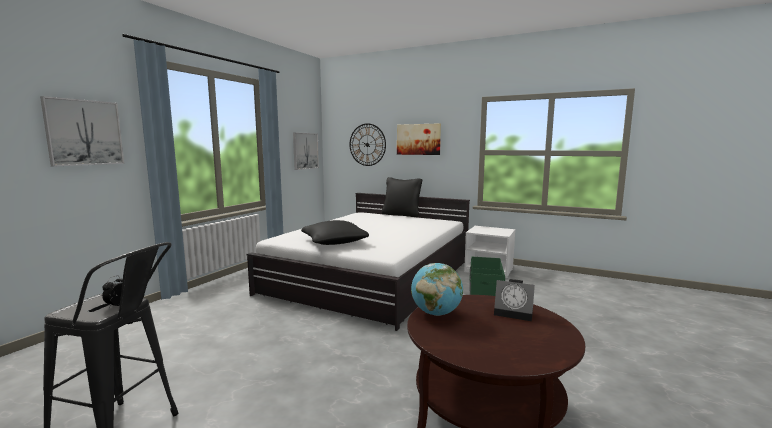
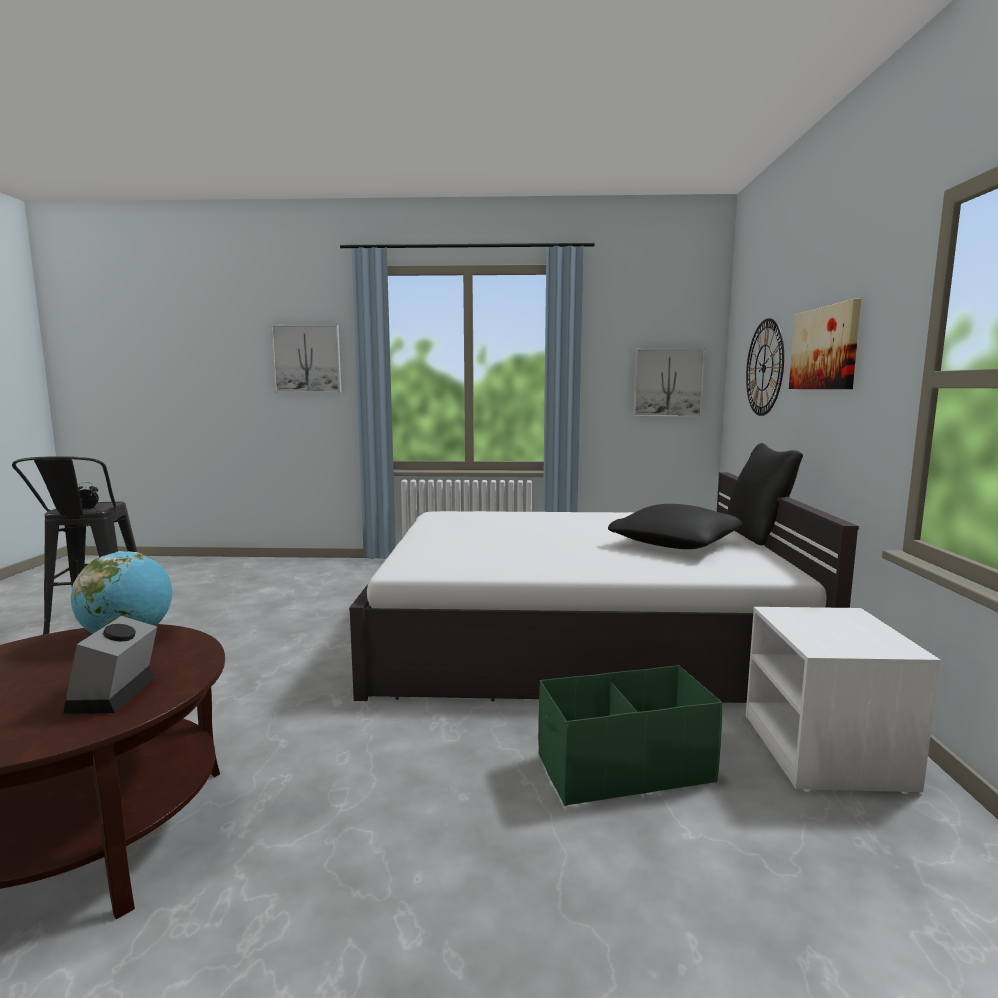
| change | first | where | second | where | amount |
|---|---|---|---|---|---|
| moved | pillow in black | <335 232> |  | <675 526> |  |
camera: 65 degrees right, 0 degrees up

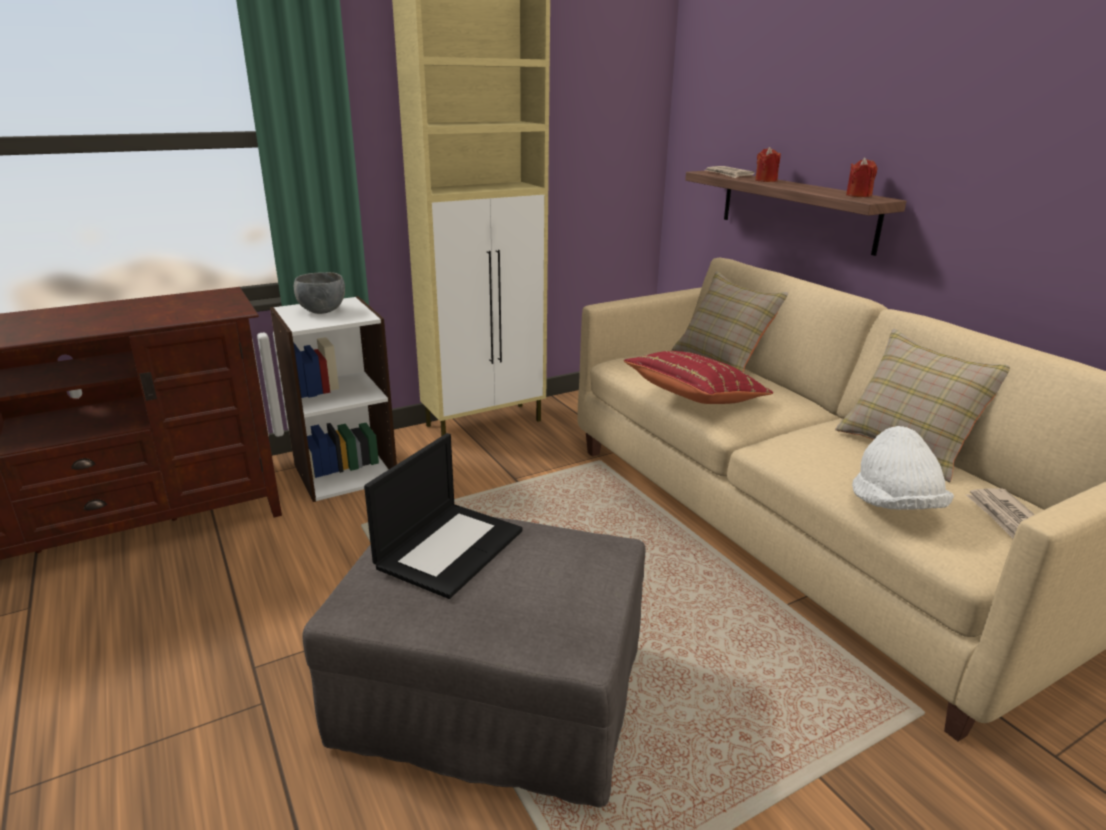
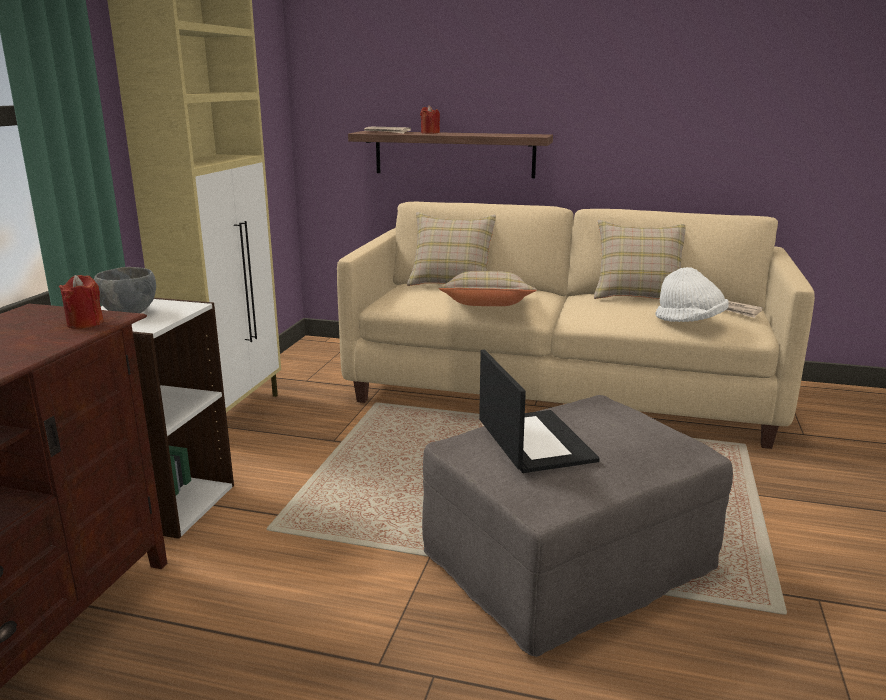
| change | first | where | second | where | amount |
|---|---|---|---|---|---|
| moved | candle in red | <861 177> |  | <81 302> |  |
| recoloured | pillow in red | <698 377> | pillow in beige | <488 288> |  |
camera: 45 degrees left, 5 degrees down

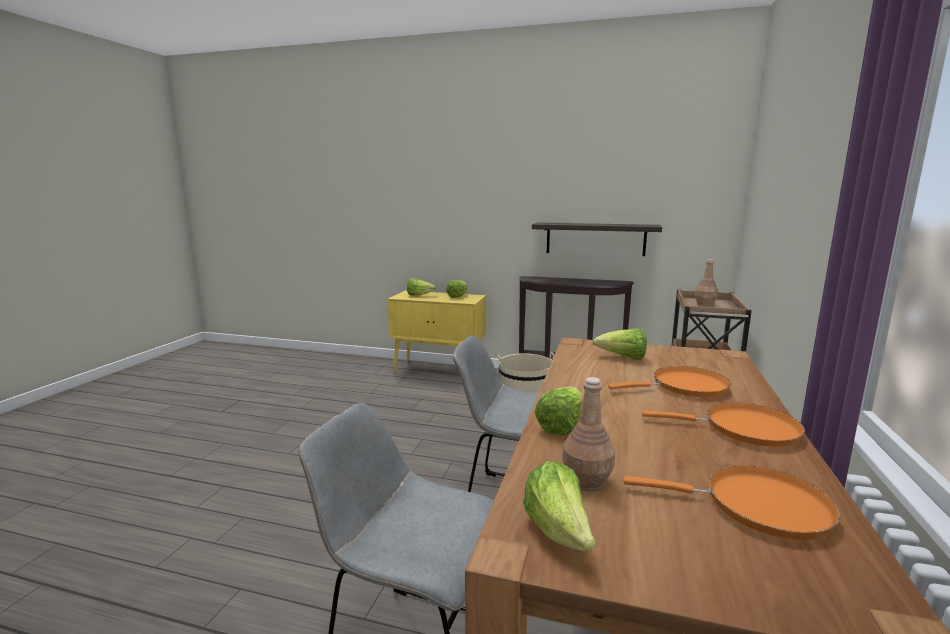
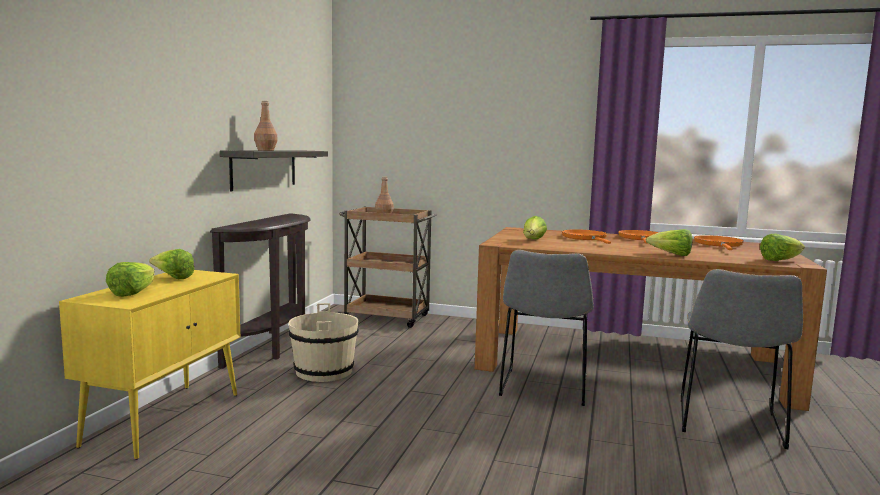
| change | first | where | second | where | amount |
|---|---|---|---|---|---|
| moved | bottle in brown | <588 434> |  | <266 125> |  |
camera: 90 degrees left, 5 degrees down

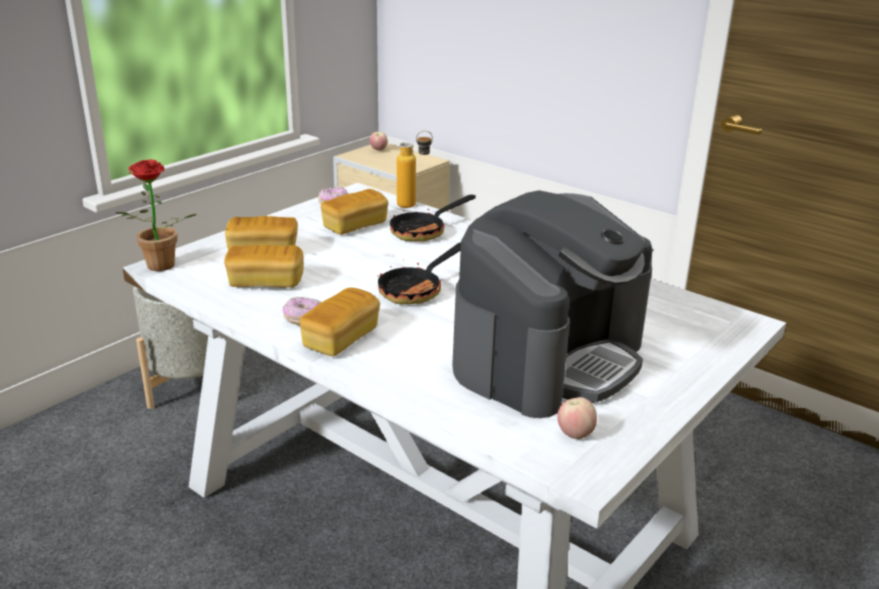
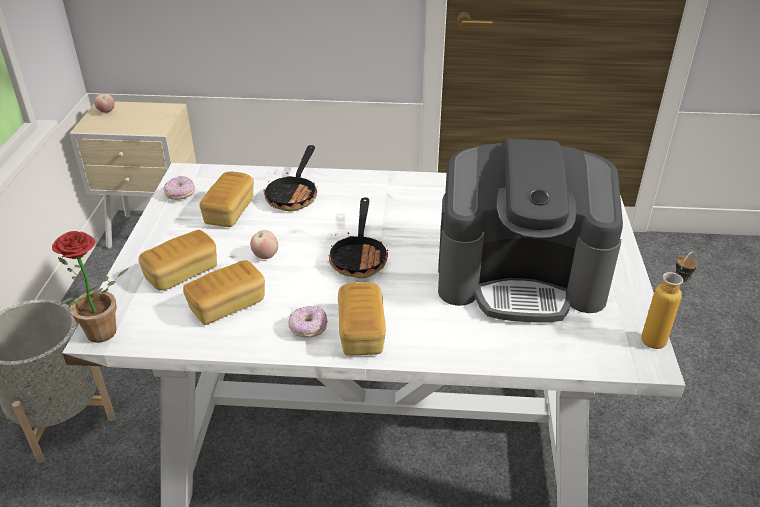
| change | first | where | second | where | amount |
|---|---|---|---|---|---|
| moved | apple | <577 418> |  | <264 244> |  |
| turned | coffee machine | <552 304> |  | <530 231> | 90 degrees clockwise |
| moved | bottle | <415 169> |  | <669 300> |  |
camera: 35 degrees left, 10 degrees up

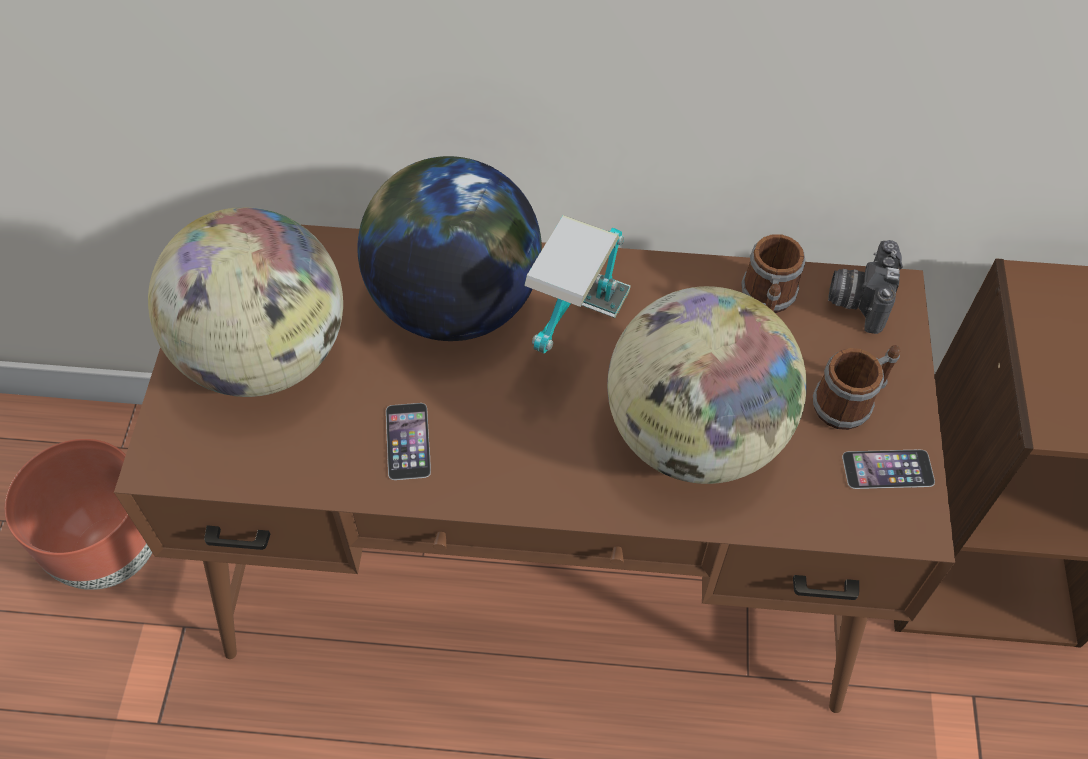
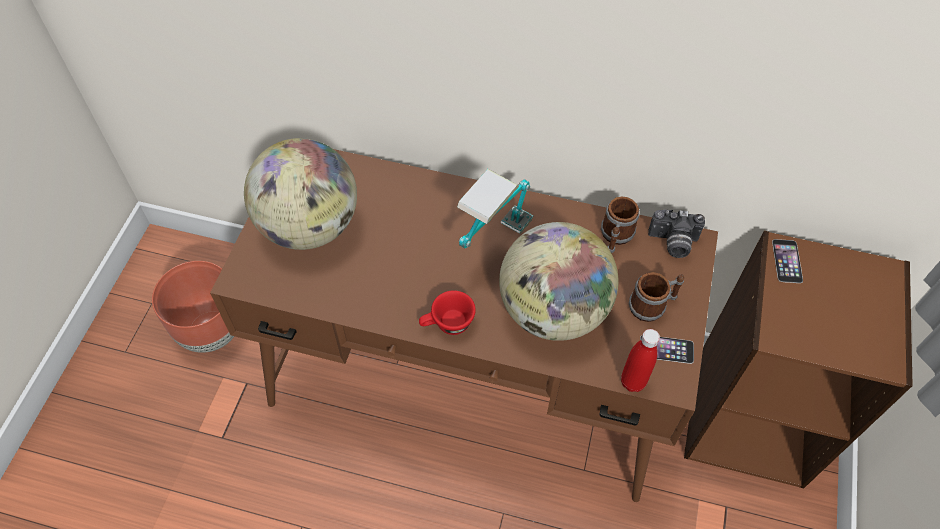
| change | first | where | second | where | amount |
|---|---|---|---|---|---|
| added |  |  | cup in red | <447 312> |  |
| added |  |  | bottle in red | <640 360> |  |
| turned | photo camera | <865 287> |  | <676 234> | 105 degrees counterclockwise |
| moved | phone | <408 441> |  | <787 261> |  |
| removed | globe | <449 248> |  |  |  |
camera: 10 degrees right, 0 degrees up

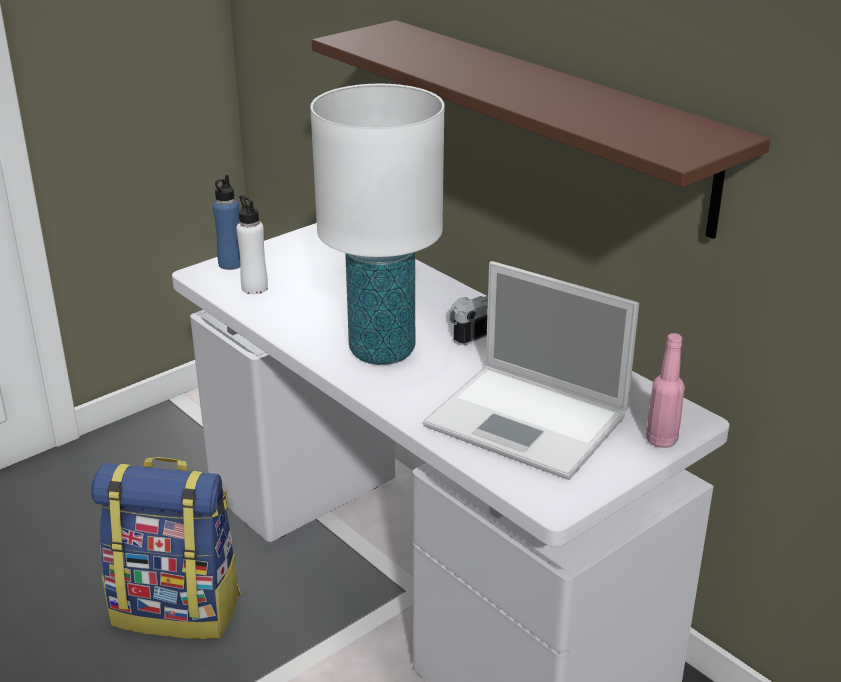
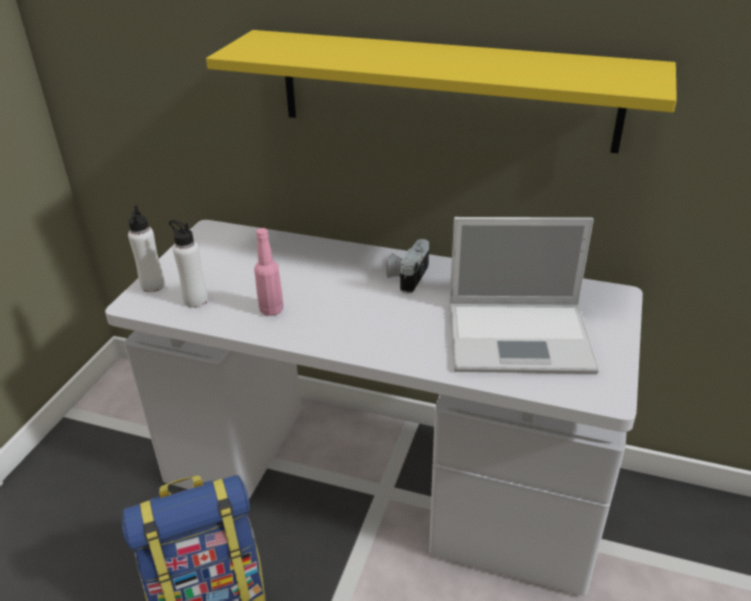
| change | first | where | second | where | amount |
|---|---|---|---|---|---|
| recoloured | bottle in blue | <226 222> | bottle in white | <146 248> |  |
| recoloured | shelf in brown | <541 129> | shelf in yellow | <441 91> |  |
| moved | bottle in pink | <665 390> |  | <268 272> |  |
| removed | table lamp in white | <377 224> |  |  |  |
camera: 30 degrees left, 5 degrees up

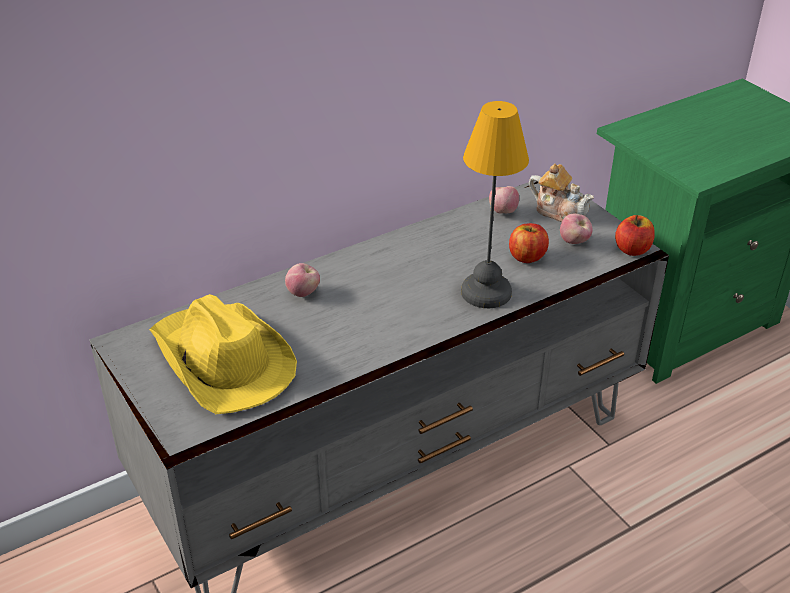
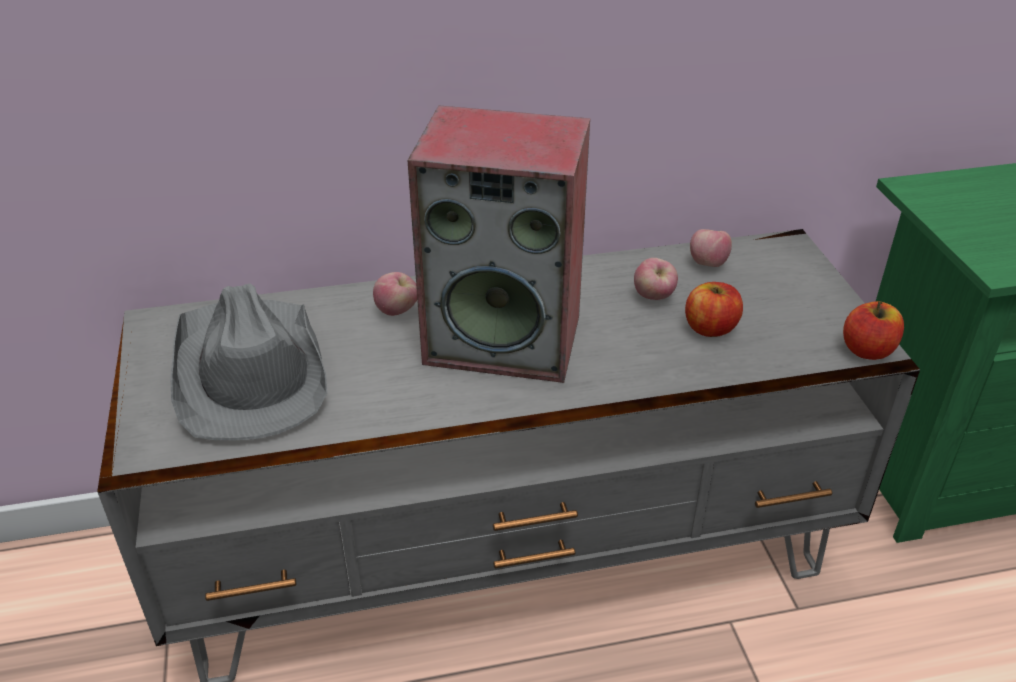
| change | first | where | second | where | amount |
|---|---|---|---|---|---|
| recoloured | hat in yellow | <223 354> | hat in grey | <248 361> |  |
| added |  |  | speaker | <498 244> |  |
| moved | apple | <576 229> |  | <656 279> |  |
| removed | table lamp | <495 204> |  |  |  |
| removed | teapot | <561 193> |  |  |  |
camera: 20 degrees right, 0 degrees up

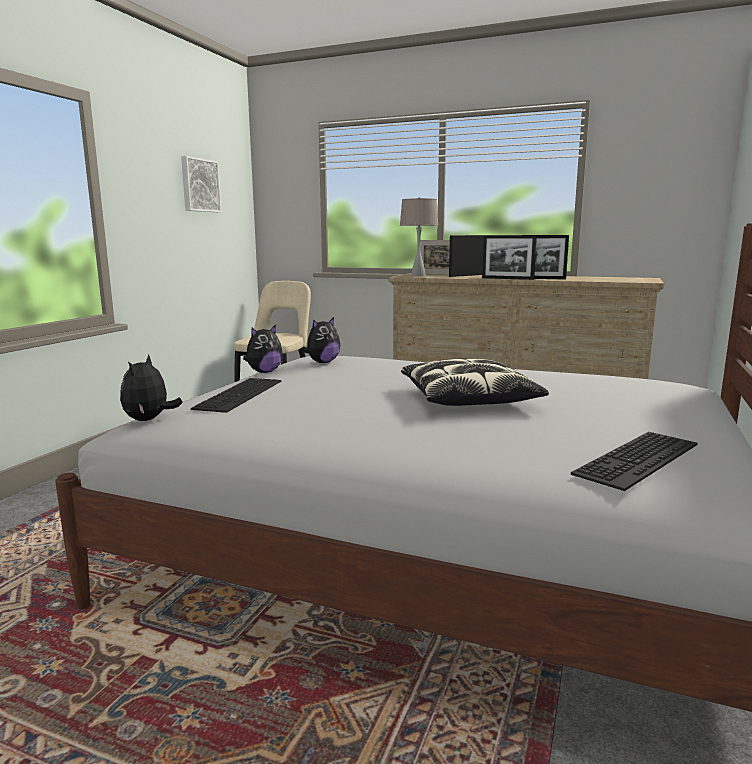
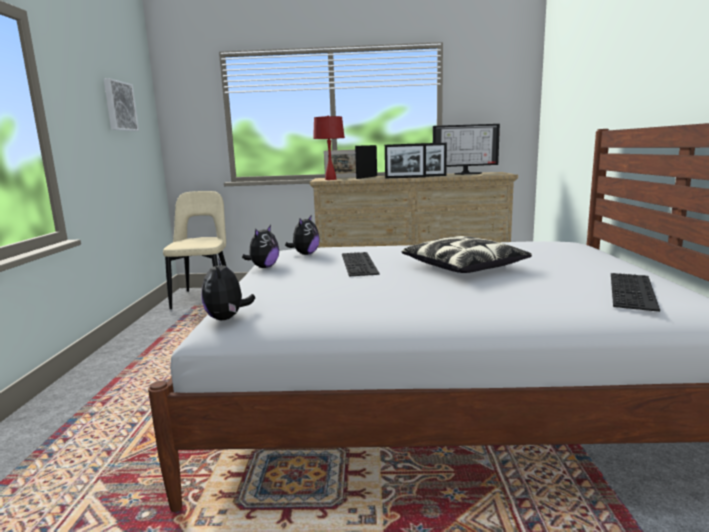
| change | first | where | second | where | amount |
|---|---|---|---|---|---|
| recoloured | table lamp in beige | <419 237> | table lamp in red | <329 148> |  |
| moved | keyboard | <236 395> |  | <361 264> |  |
| added |  |  | monitor | <466 149> |  |
camera: 20 degrees left, 0 degrees up

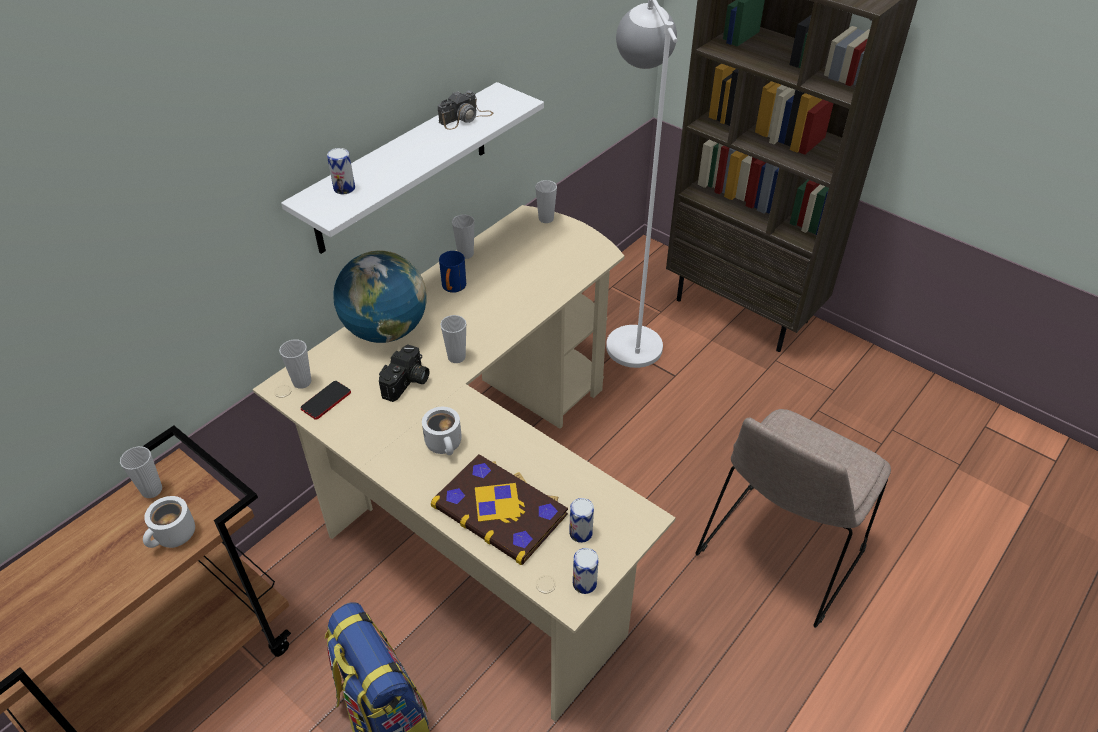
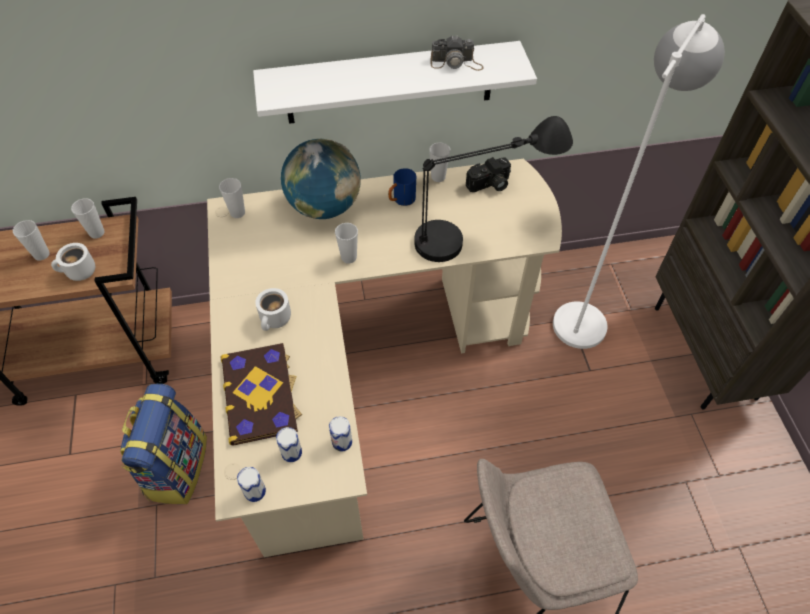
| change | first | where | second | where | amount |
|---|---|---|---|---|---|
| moved | cup | <546 201> |  | <31 240> |  |
| moved | can | <341 171> |  | <340 434> |  |
| added |  |  | table lamp in black | <493 189> |  |
| moved | photo camera | <404 373> |  | <488 174> |  |
| removed | phone | <326 400> |  |  |  |
camera: 40 degrees right, 10 degrees up

